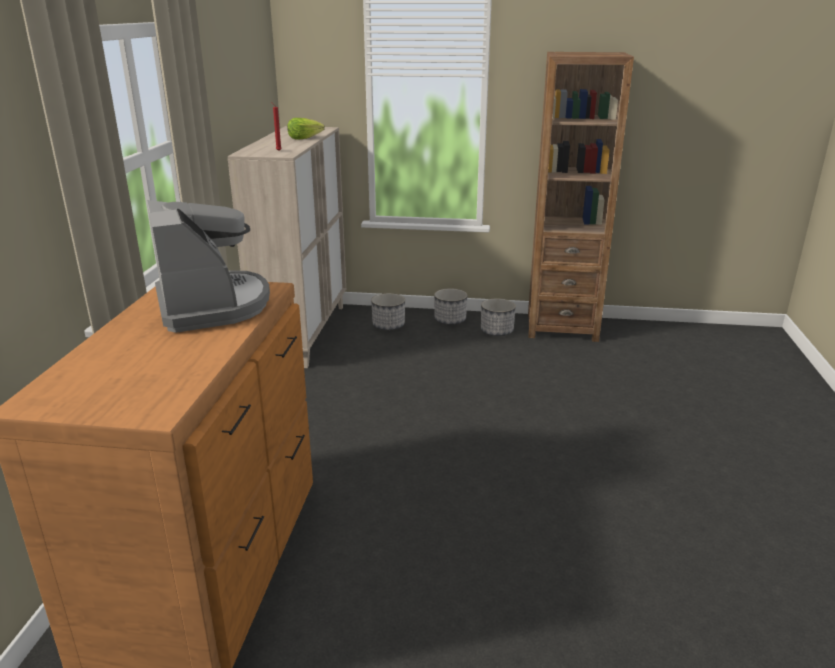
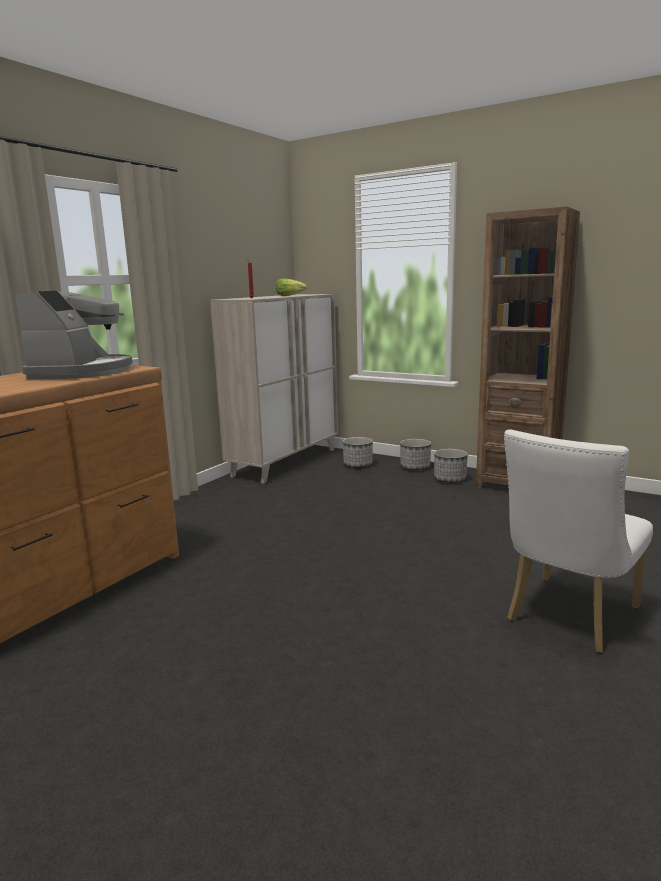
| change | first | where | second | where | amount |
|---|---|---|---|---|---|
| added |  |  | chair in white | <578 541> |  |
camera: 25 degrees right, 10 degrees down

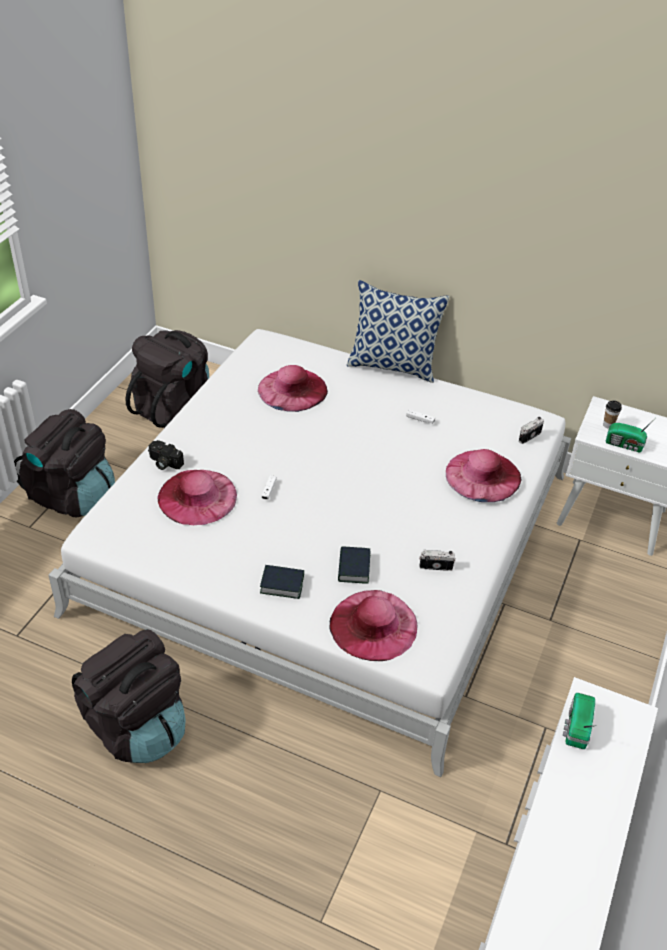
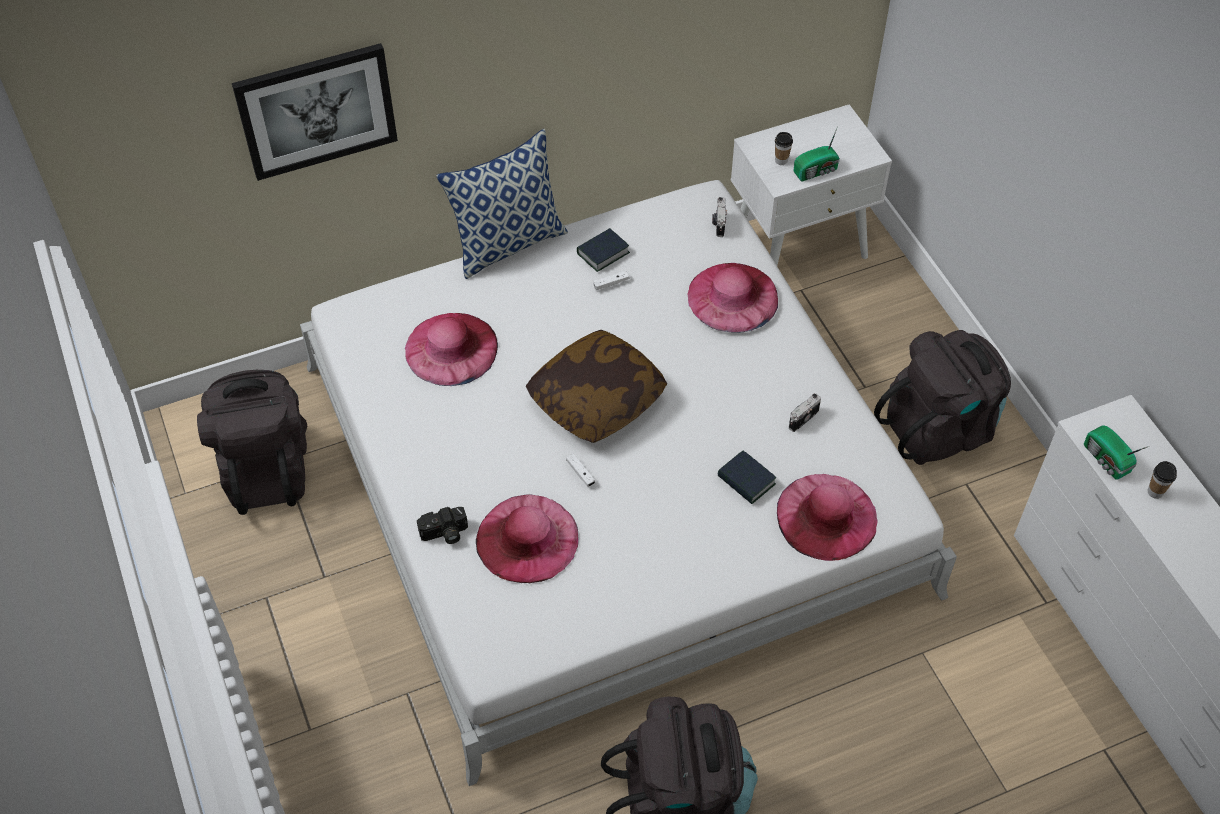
| change | first | where | second | where | amount |
|---|---|---|---|---|---|
| added |  |  | picture | <315 112> |  |
| added |  |  | pillow | <596 386> |  |
| moved | book | <282 582> |  | <603 250> |  |
| moved | backpack in black | <64 463> |  | <942 397> |  |
| added |  |  | cup | <1162 480> |  |
camera: 45 degrees left, 10 degrees up

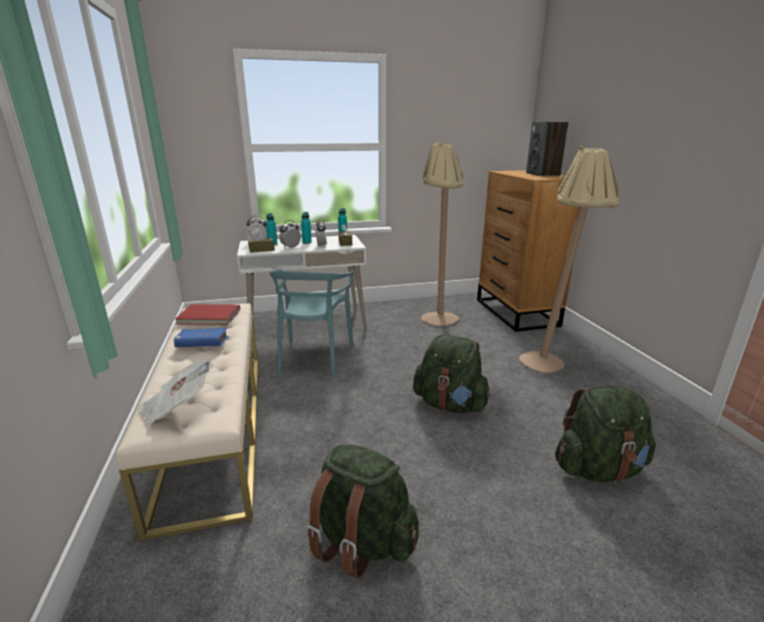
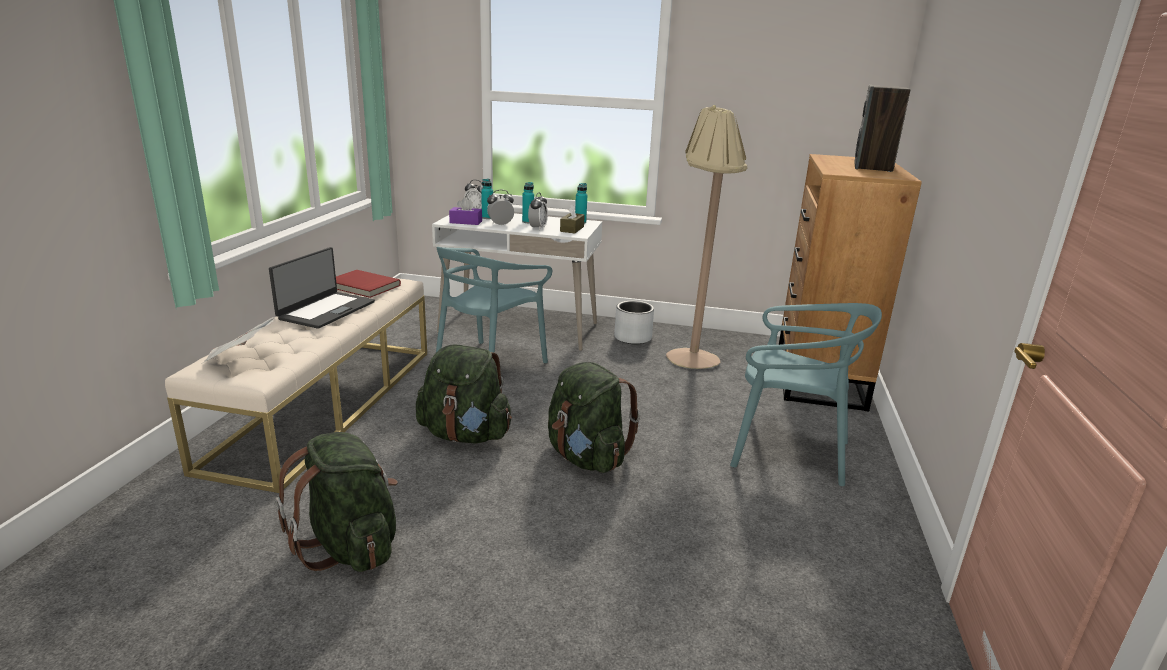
| change | first | where | second | where | amount |
|---|---|---|---|---|---|
| replaced | book in blue | <201 337> | laptop | <322 288> |  |
| moved | backpack in green | <605 433> |  | <464 394> |  |
| recoloured | tissue box in brown | <261 241> | tissue box in purple | <465 211> |  |
| added |  |  | planter in grey | <634 322> |  |
| replaced | floor lamp in beige | <569 259> | chair in turquoise | <806 394> |  |
camera: 25 degrees right, 0 degrees up

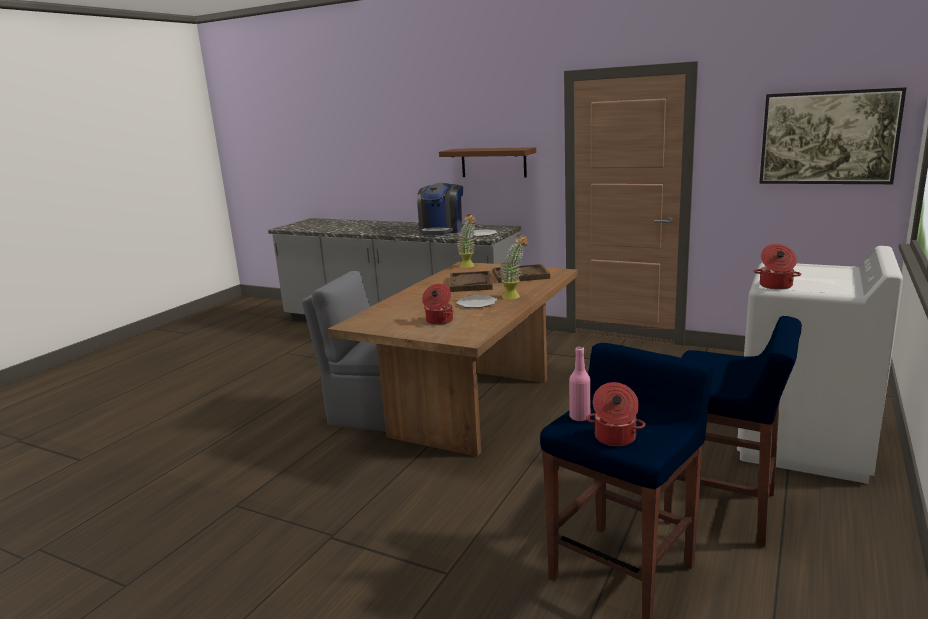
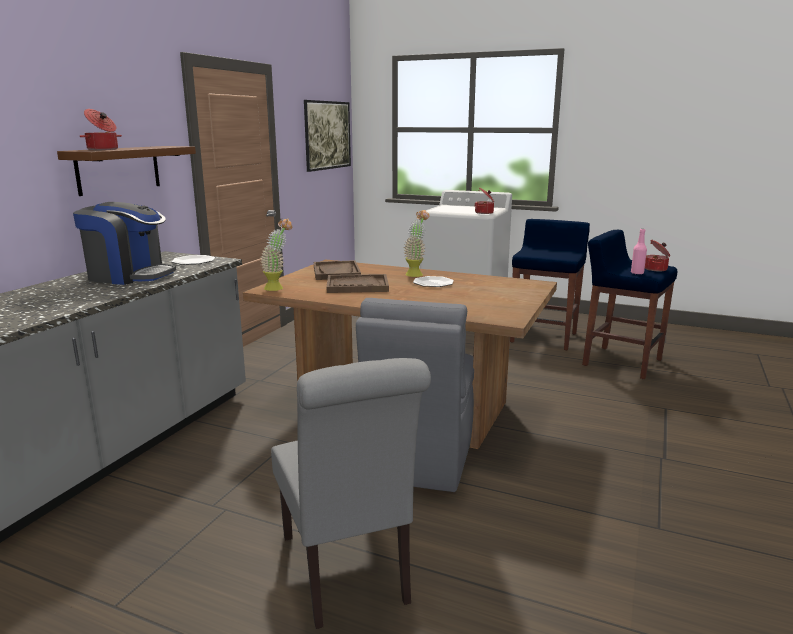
| change | first | where | second | where | amount |
|---|---|---|---|---|---|
| moved | cooking pot | <438 304> |  | <101 129> |  |
| added |  |  | chair in grey | <351 493> |  |
camera: 95 degrees left, 0 degrees up

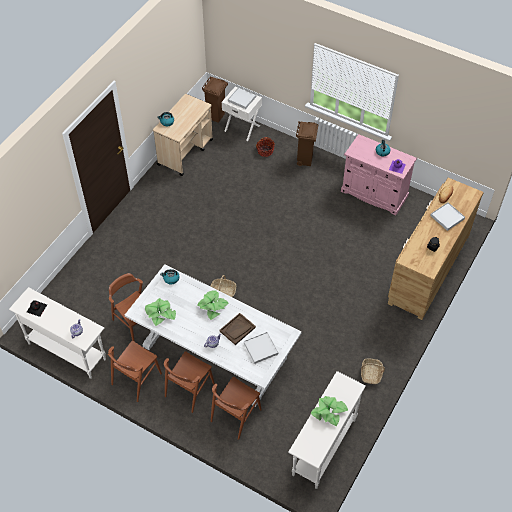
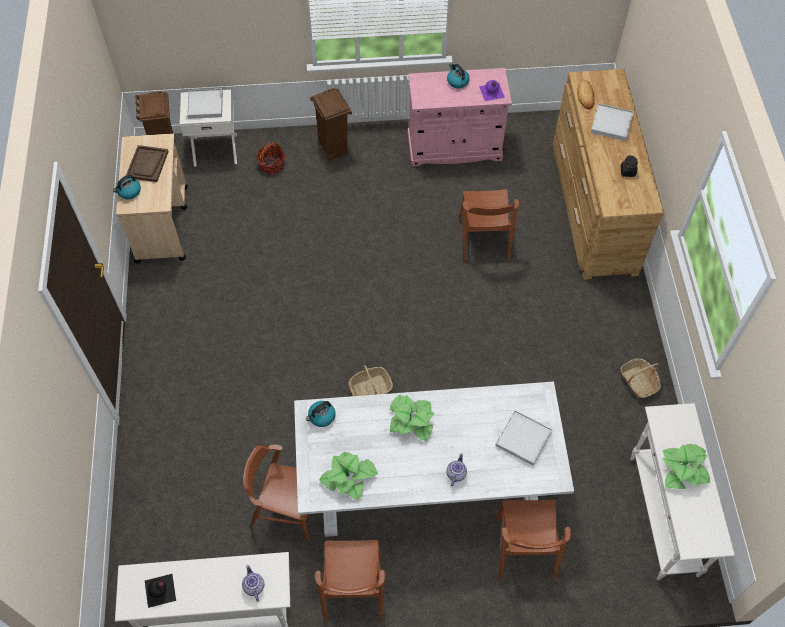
| change | first | where | second | where | amount |
|---|---|---|---|---|---|
| moved | tray in brown | <237 329> |  | <147 163> |  |
| moved | chair in brown | <189 382> |  | <488 225> |  |
camera: 35 degrees left, 5 degrees up

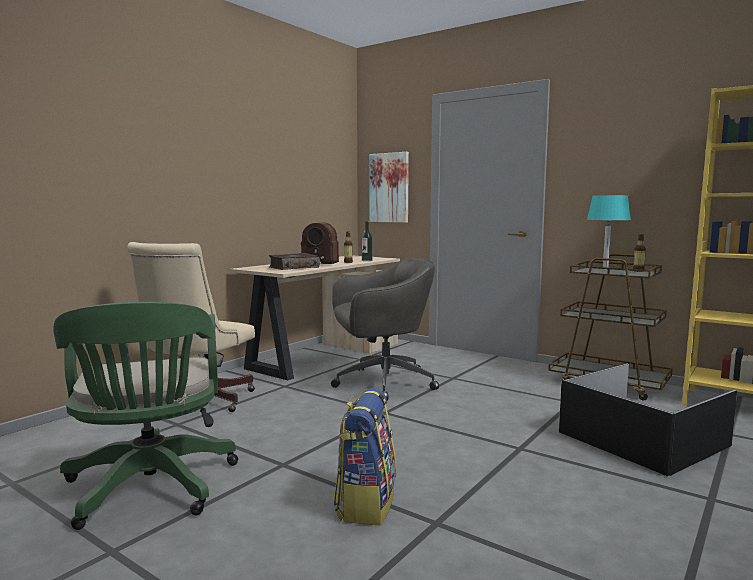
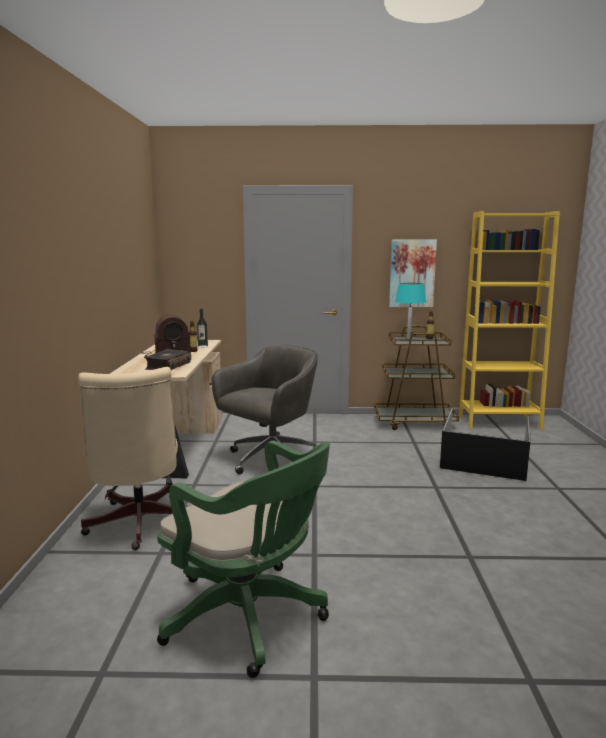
| change | first | where | second | where | amount |
|---|---|---|---|---|---|
| moved | picture | <389 187> |  | <413 273> |  |
| removed | backpack | <365 456> |  |  |  |
camera: 35 degrees left, 5 degrees up

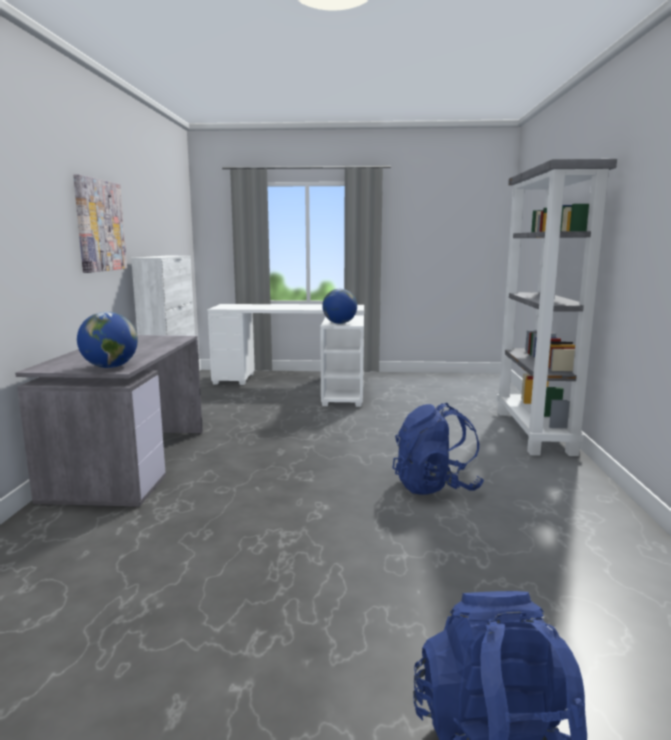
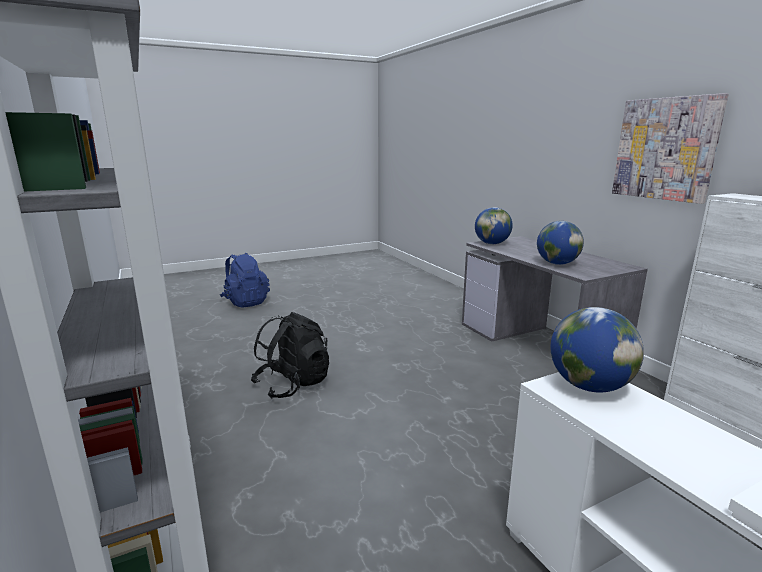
| change | first | where | second | where | amount |
|---|---|---|---|---|---|
| recoloured | backpack in blue | <438 449> | backpack in black | <290 355> |  |
| added |  |  | globe | <560 243> |  |
camera: 150 degrees right, 5 degrees up

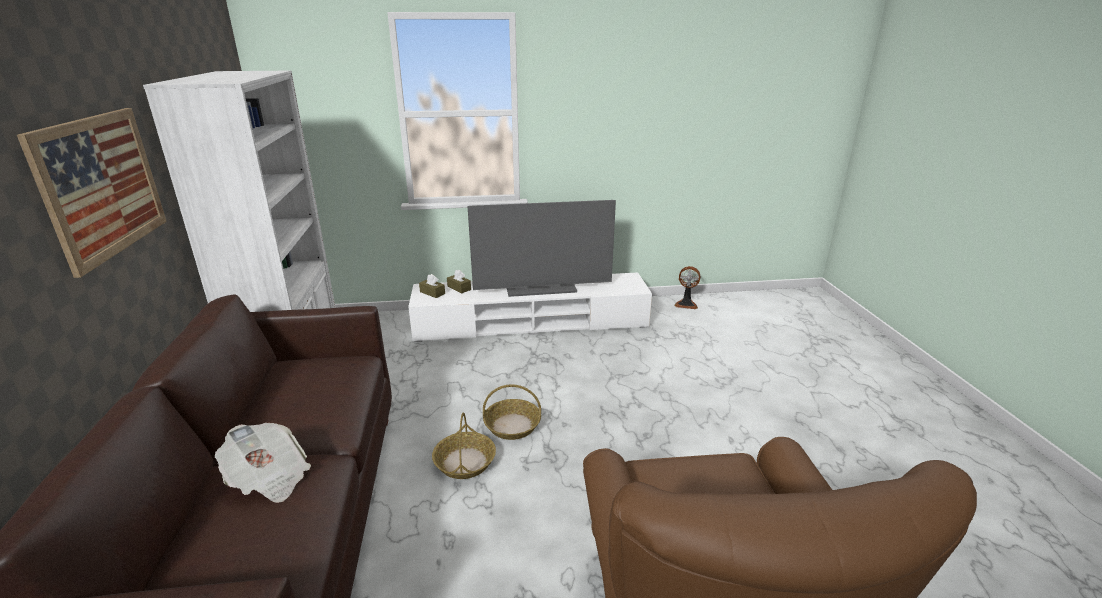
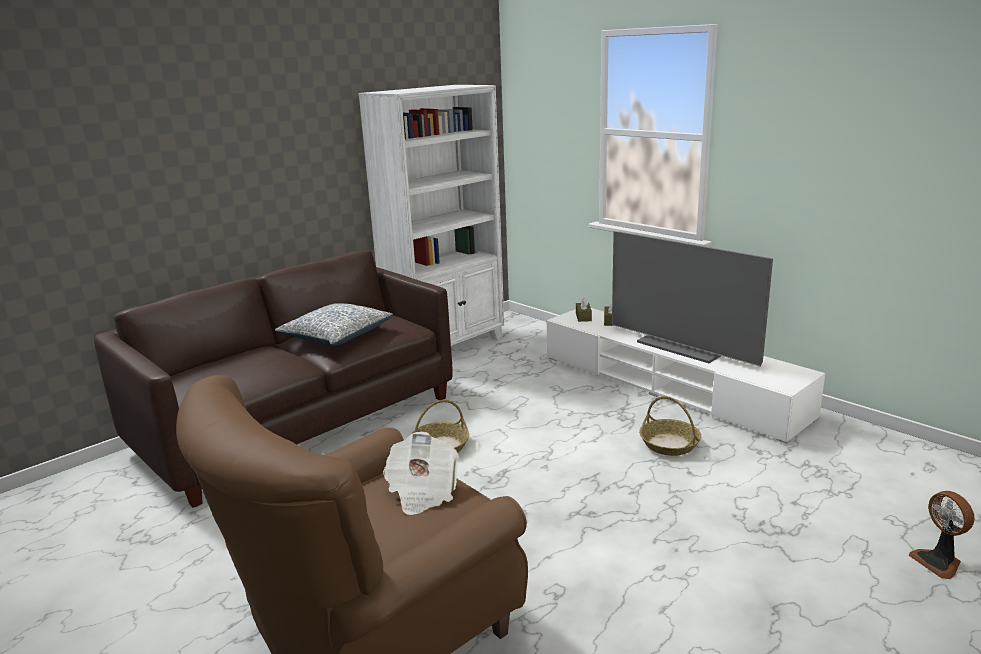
| change | first | where | second | where | amount |
|---|---|---|---|---|---|
| added |  |  | pillow | <334 324> |  |
| moved | newspaper | <263 463> |  | <421 473> |  |
| moved | basket | <512 412> |  | <670 426> |  |
| moved | fan | <687 287> |  | <942 535> |  |
| removed | picture | <92 193> |  |  |  |
camera: 55 degrees right, 5 degrees down

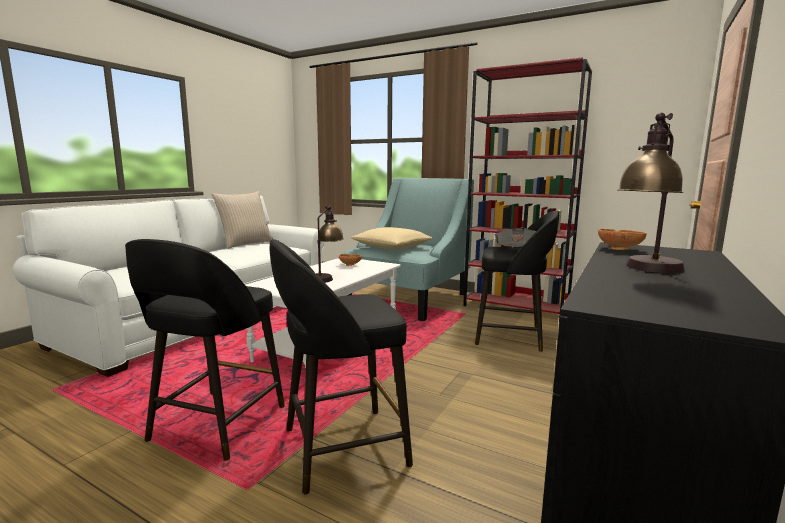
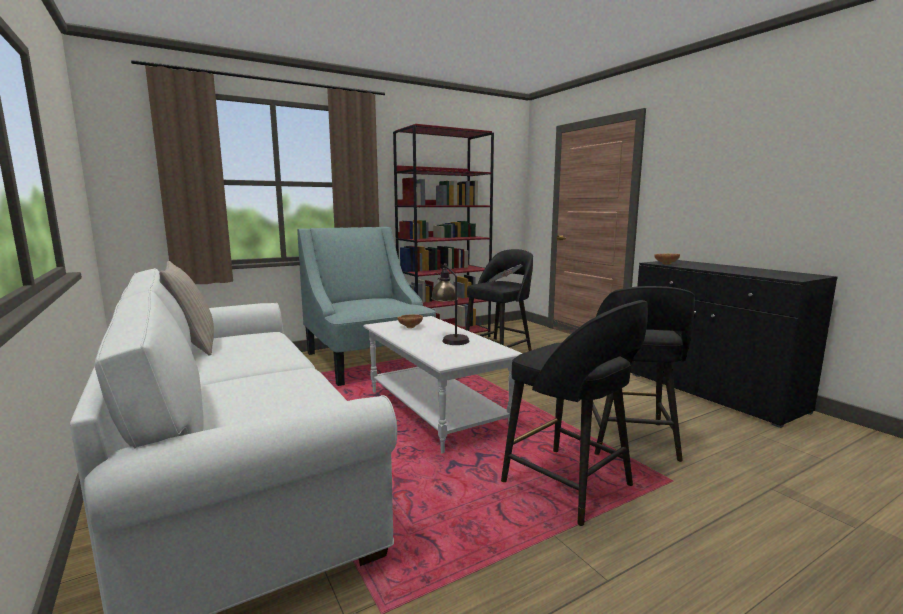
| change | first | where | second | where | amount |
|---|---|---|---|---|---|
| removed | pillow in beige | <392 238> |  |  |  |
| removed | table lamp | <651 193> |  |  |  |
camera: 60 degrees left, 0 degrees up

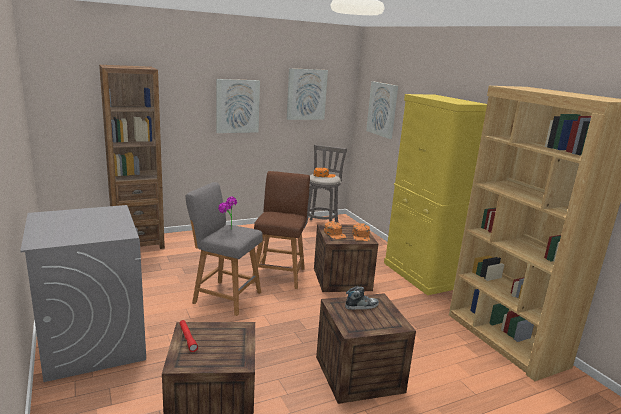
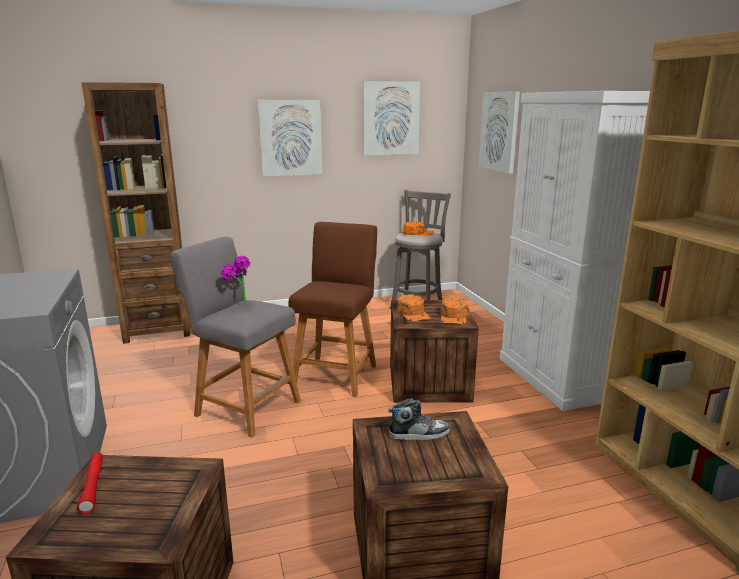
| change | first | where | second | where | amount |
|---|---|---|---|---|---|
| recoloured | cabinet in yellow | <435 194> | cabinet in white | <575 251> |  |
camera: 10 degrees right, 0 degrees up

